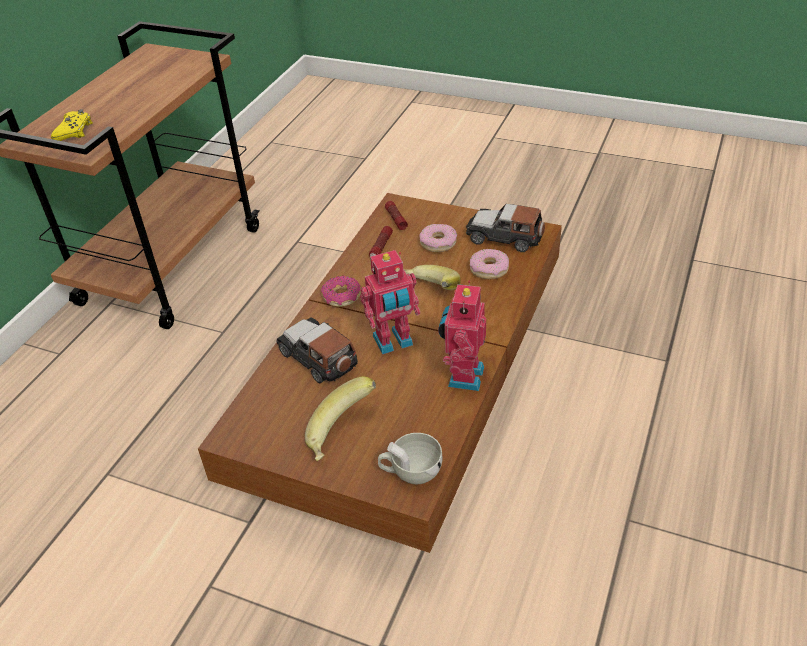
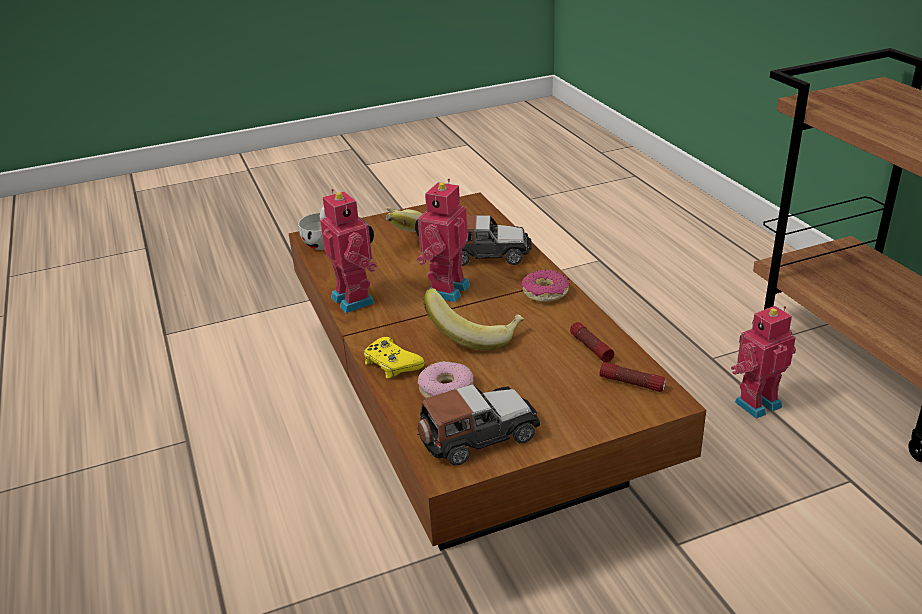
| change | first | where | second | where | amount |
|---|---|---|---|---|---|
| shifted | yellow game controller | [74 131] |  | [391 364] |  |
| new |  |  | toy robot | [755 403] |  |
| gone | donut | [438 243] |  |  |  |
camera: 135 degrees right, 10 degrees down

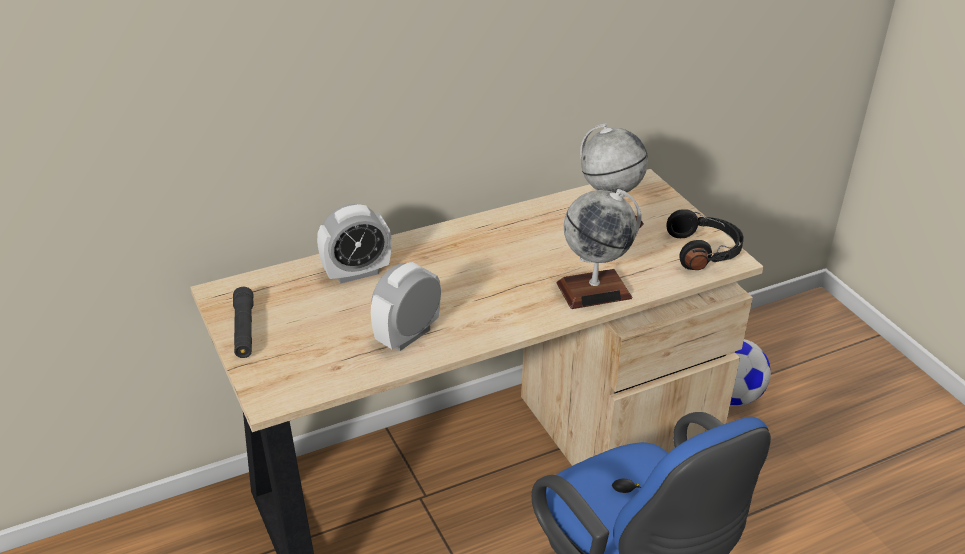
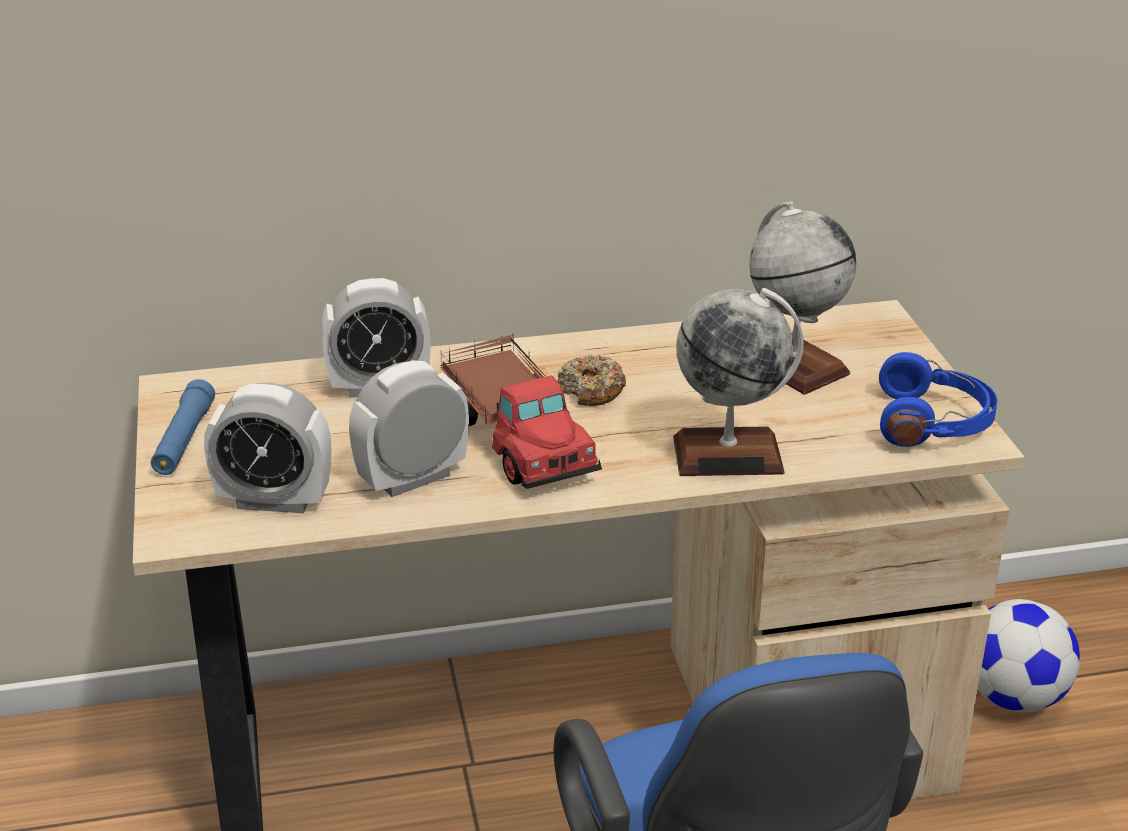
| change | first | where | second | where | amount |
|---|---|---|---|---|---|
| repainted | black flashlight | [244 330] | blue flashlight | [184 440] |  |
| new |  |  | alarm clock | [274 501] |  |
| new |  |  | toy truck | [518 437] |  |
| new |  |  | donut | [591 391] |  |
| repainted | black headphones | [704 251] | blue headphones | [933 423] |  |
camera: 15 degrees right, 5 degrees down

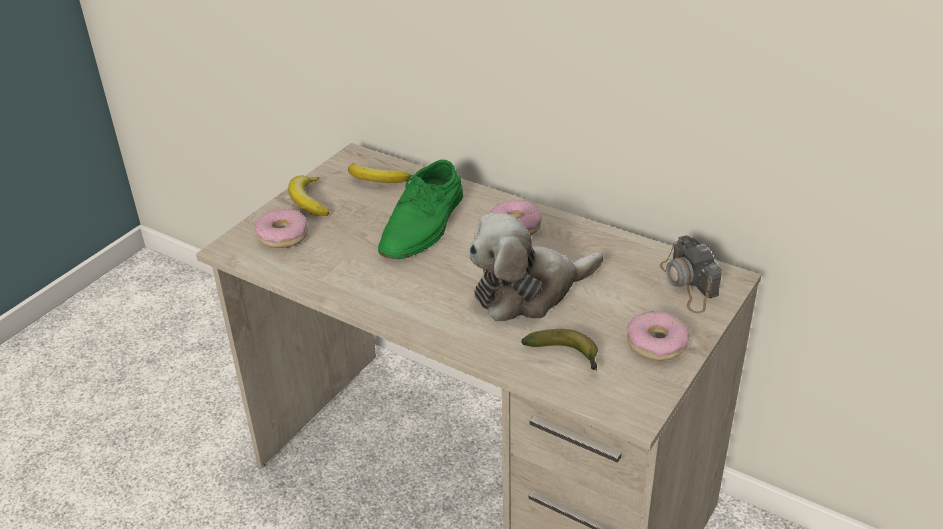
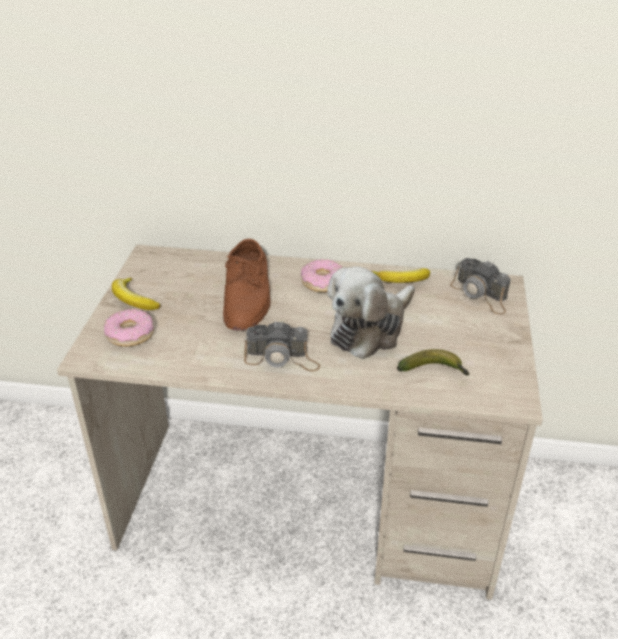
| change | first | where | second | where | amount |
|---|---|---|---|---|---|
| repainted | green shoe | [424 224] | brown shoe | [248 296] |  |
| new |  |  | photo camera | [282 358] |  |
| shifted | banana | [376 180] |  | [402 281] |  |
| gone | donut | [656 343] |  |  |  |
camera: 25 degrees left, 0 degrees up

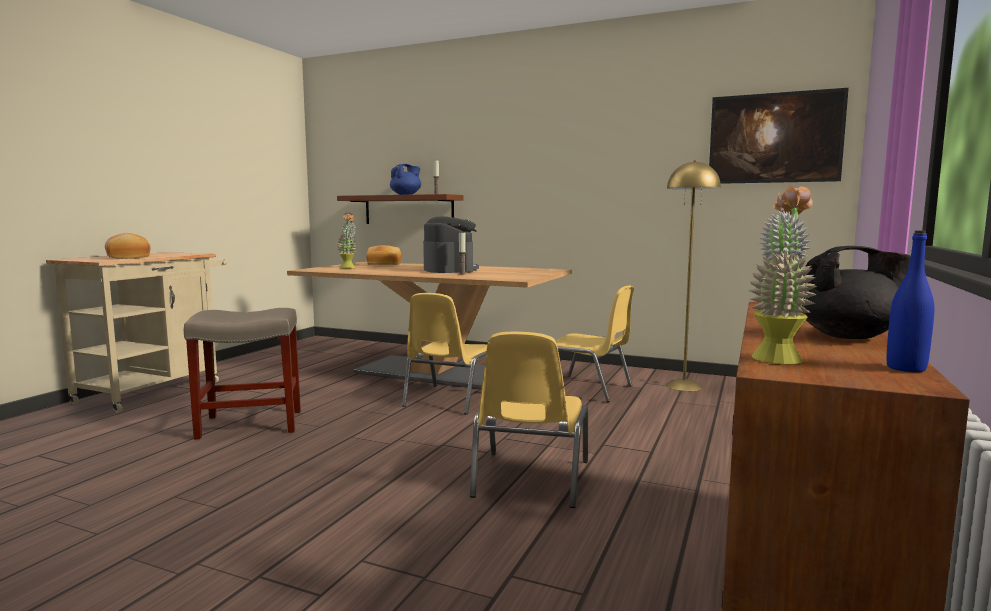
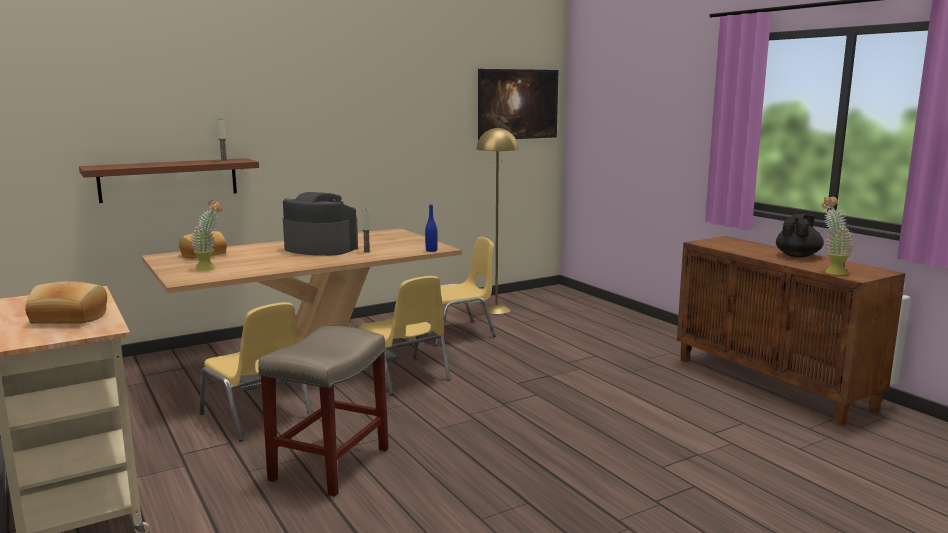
| change | first | where | second | where | amount |
|---|---|---|---|---|---|
| shifted | yellow chair | [529 479] |  | [257 416] |  |
| shifted | blue bottle | [906 368] |  | [431 250] |  |
| gone | blue teapot | [406 194] |  |  |  |
camera: 55 degrees left, 5 degrees up

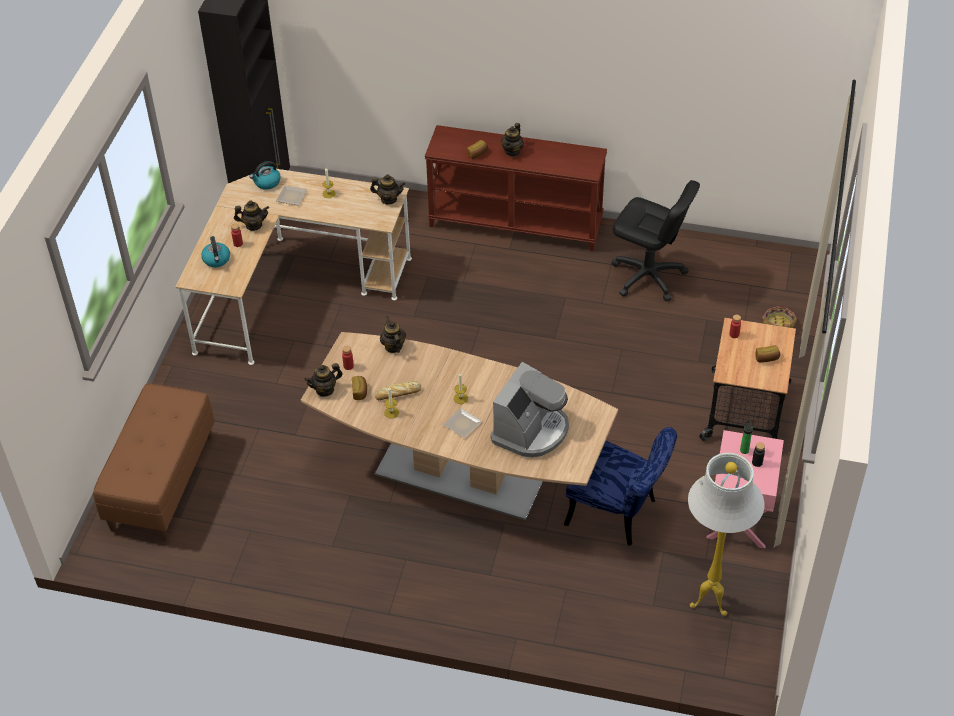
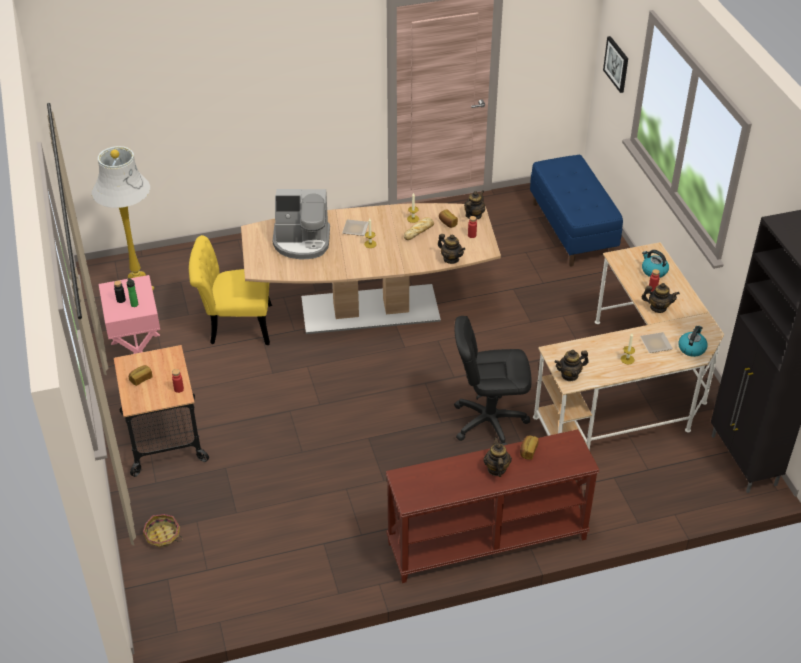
| change | first | where | second | where | amount |
|---|---|---|---|---|---|
| repainted | blue chair | [618 514] | yellow chair | [234 325] |  |
| rotated | coffee machine | [531 430] |  | [302 242] | 90 degrees counterclockwise |
| shifted | black office chair | [648 276] |  | [489 422] |  |
| repainted | brown bench | [161 481] | blue bench | [572 230] |  |
| new |  |  | picture | [617 64] |  |
| rotated | teapot | [253 225] |  | [658 308] | 135 degrees counterclockwise |
camera: 150 degrees right, 5 degrees down

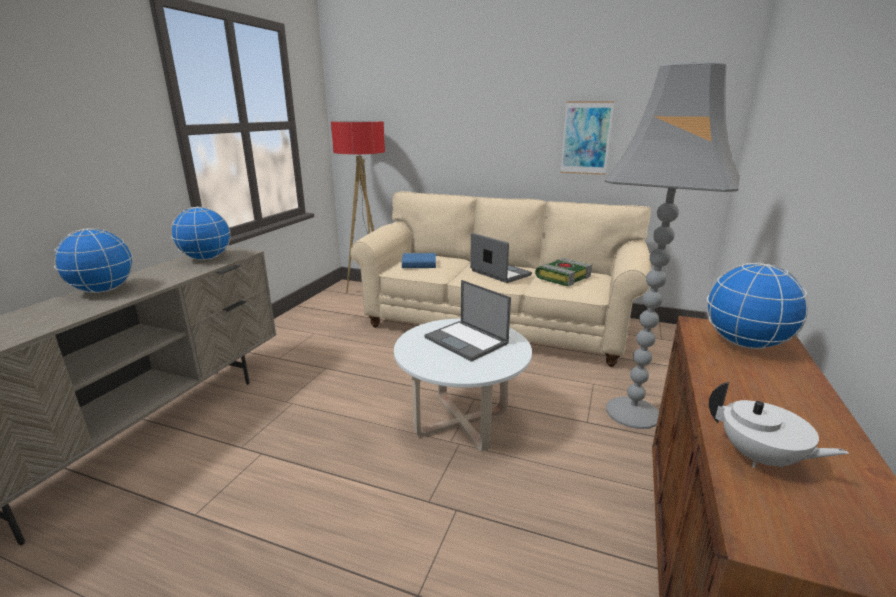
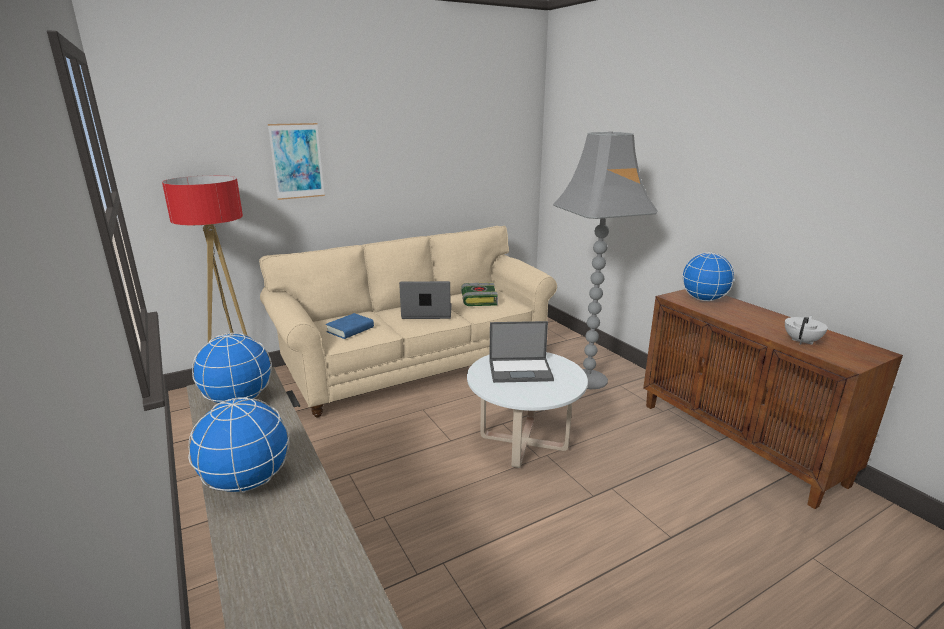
| change | first | where | second | where | amount |
|---|---|---|---|---|---|
| shifted | picture | [586 138] |  | [297 161] |  |
| rotated | white teapot | [760 458] |  | [802 341] | 45 degrees counterclockwise |
camera: 50 degrees left, 0 degrees up

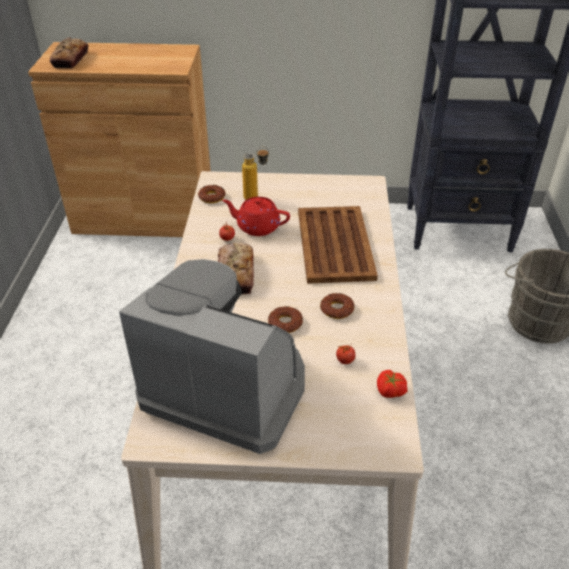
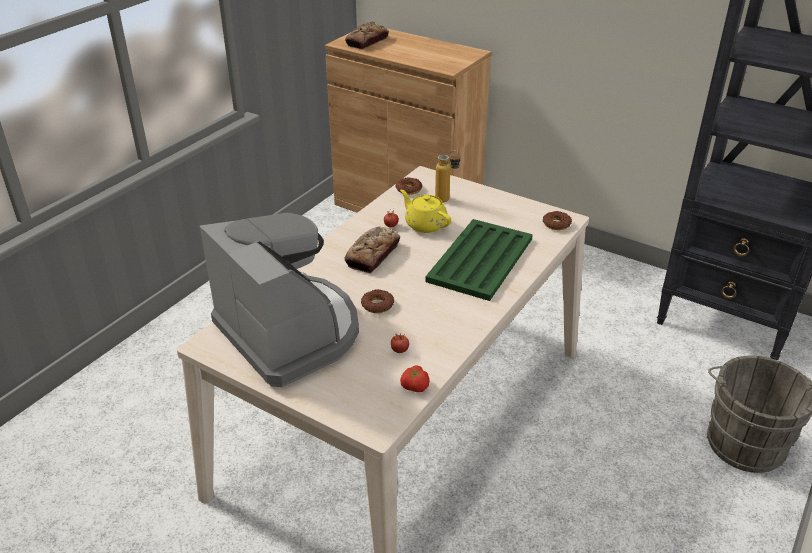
| change | first | where | second | where | amount |
|---|---|---|---|---|---|
| repainted | red teapot | [257 227] | yellow teapot | [425 224] |  |
| repainted | brown tray | [334 245] | green tray | [479 260] |  |
| shifted | donut | [336 309] |  | [556 224] |  |
camera: 30 degrees right, 5 degrees down

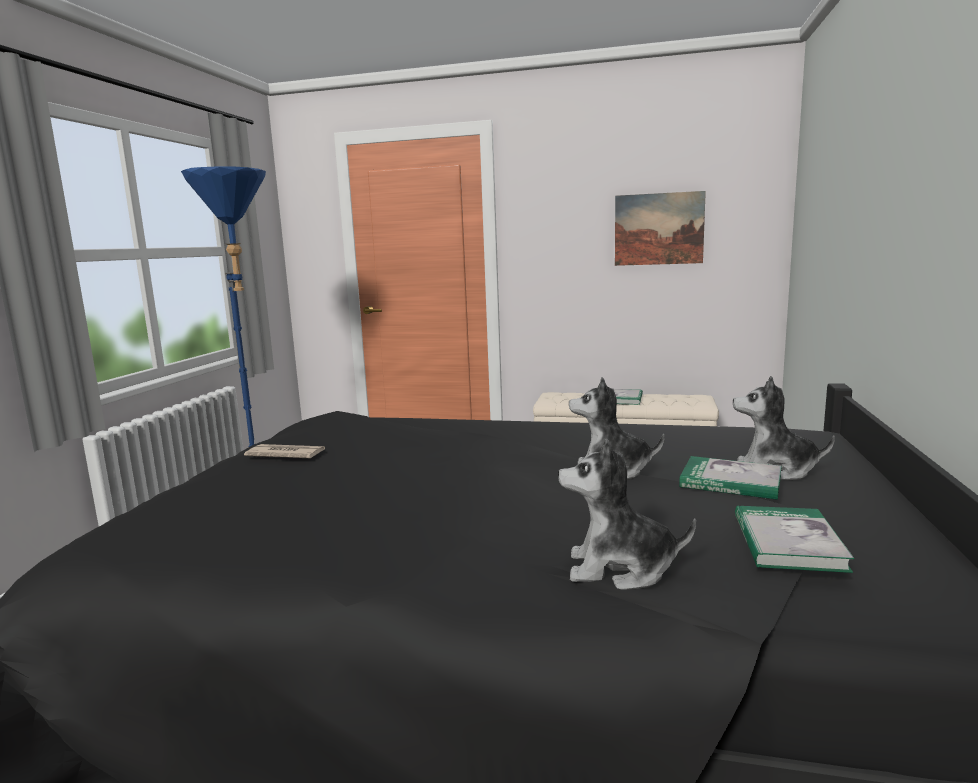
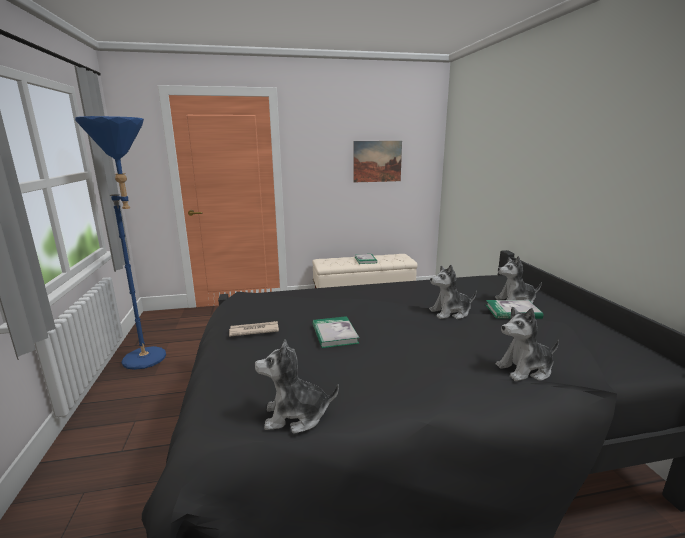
| change | first | where | second | where | amount |
|---|---|---|---|---|---|
| new |  |  | plush toy | [295 416] |  |
| shifted | book | [788 542] |  | [334 334] |  |
camera: 25 degrees left, 5 degrees up

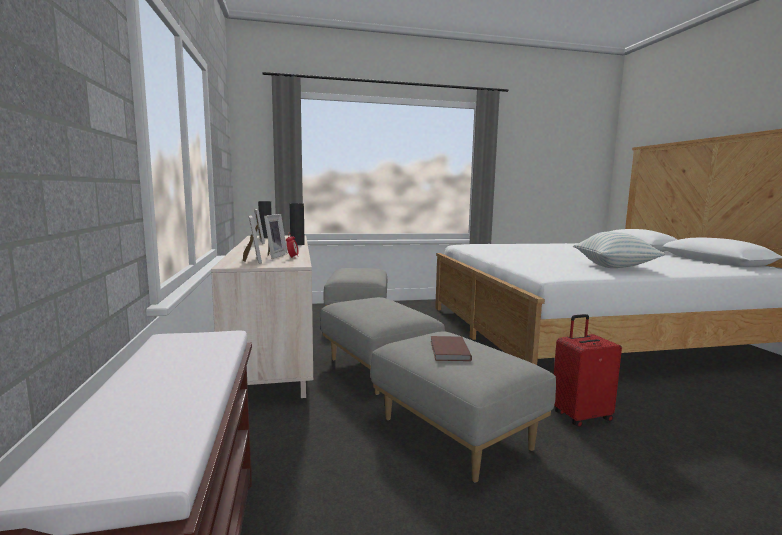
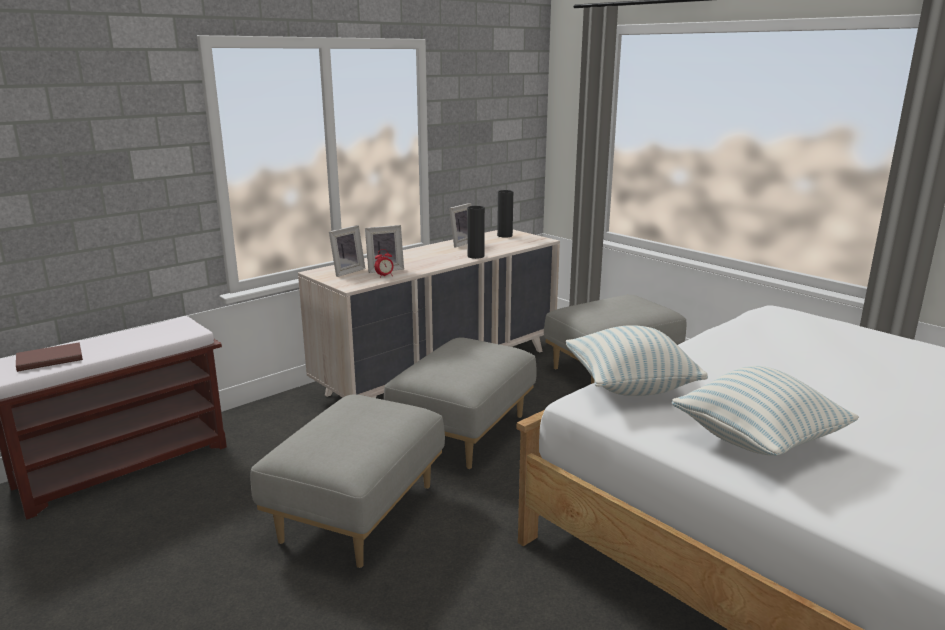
| change | first | where | second | where | amount |
|---|---|---|---|---|---|
| shifted | brown book | [448 351] |  | [49 359] |  |
| new |  |  | pillow | [630 386] |  |
| gone | red suitcase | [580 416] |  |  |  |
camera: 60 degrees right, 10 degrees up

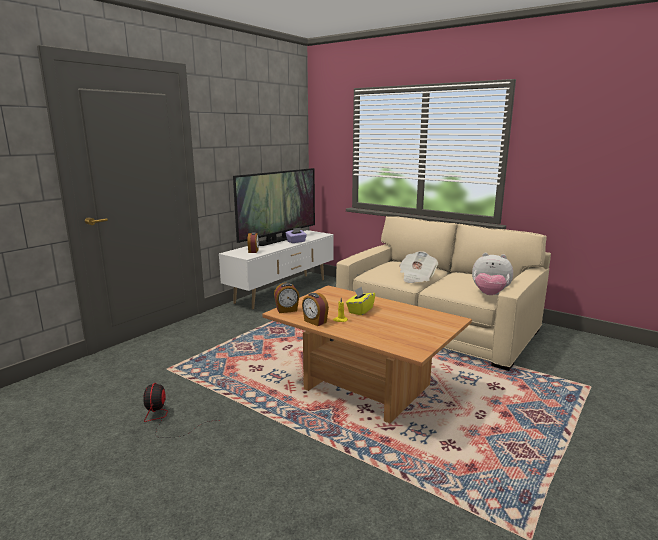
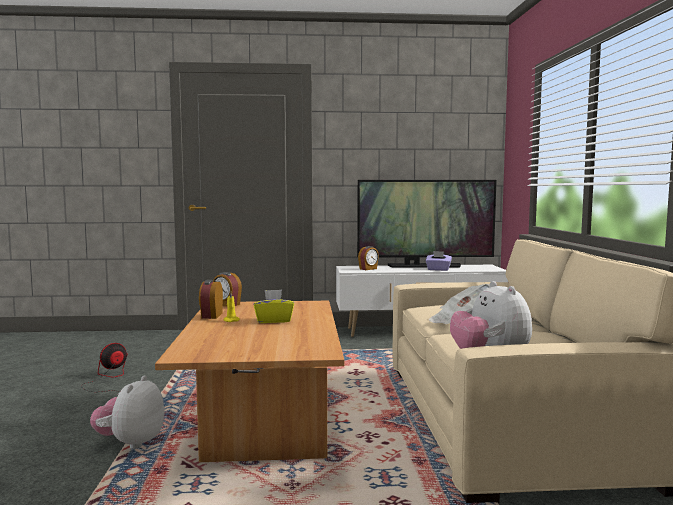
| change | first | where | second | where | amount |
|---|---|---|---|---|---|
| new |  |  | plush toy | [131 443] |  |
camera: 50 degrees right, 10 degrees down

